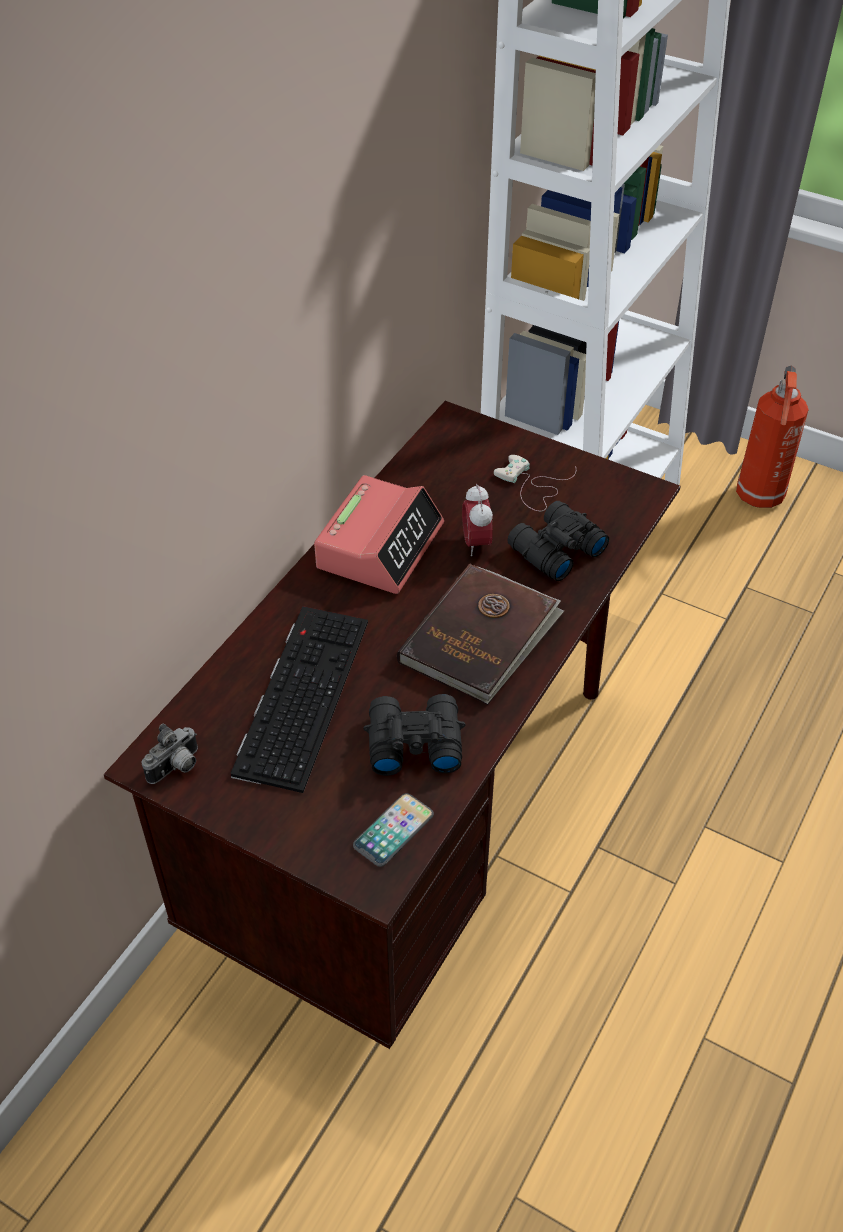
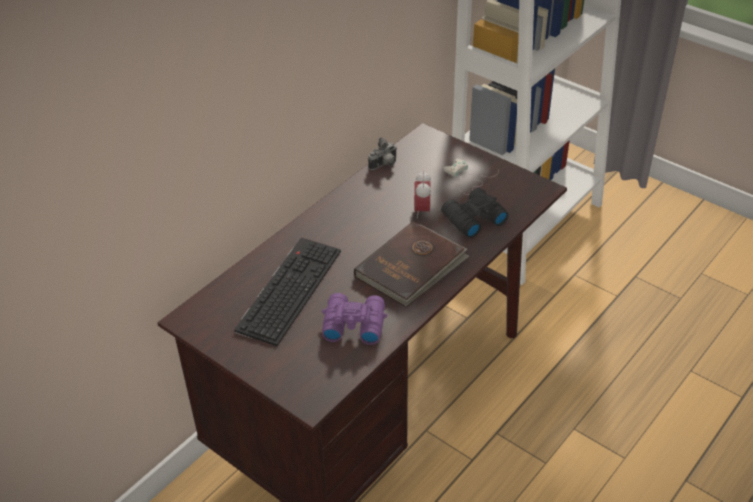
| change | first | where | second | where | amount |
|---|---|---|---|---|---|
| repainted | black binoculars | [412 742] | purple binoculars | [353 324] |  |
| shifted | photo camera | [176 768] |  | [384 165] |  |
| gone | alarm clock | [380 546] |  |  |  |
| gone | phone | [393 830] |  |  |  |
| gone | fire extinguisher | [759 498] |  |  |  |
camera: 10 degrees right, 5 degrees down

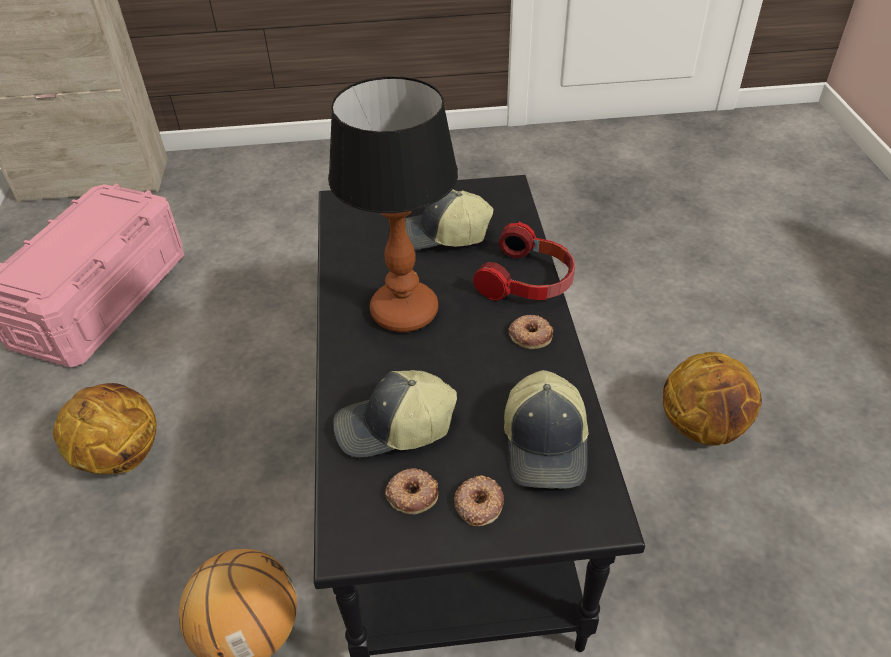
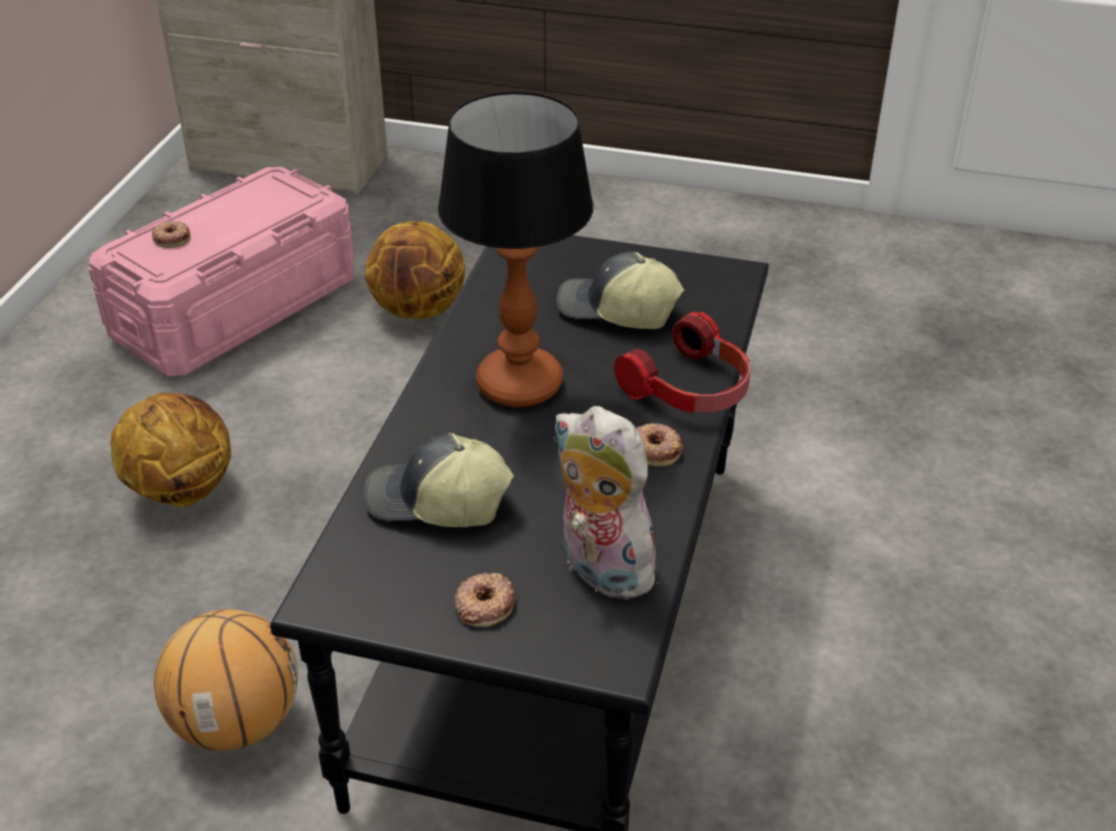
| change | first | where | second | where | amount |
|---|---|---|---|---|---|
| shifted | donut | [412 494] |  | [172 238] |  |
| shifted | basketball | [703 427] |  | [418 310] |  |
| swapped | cap | [547 444] | plush toy | [599 569] |  |
camera: 20 degrees right, 5 degrees down

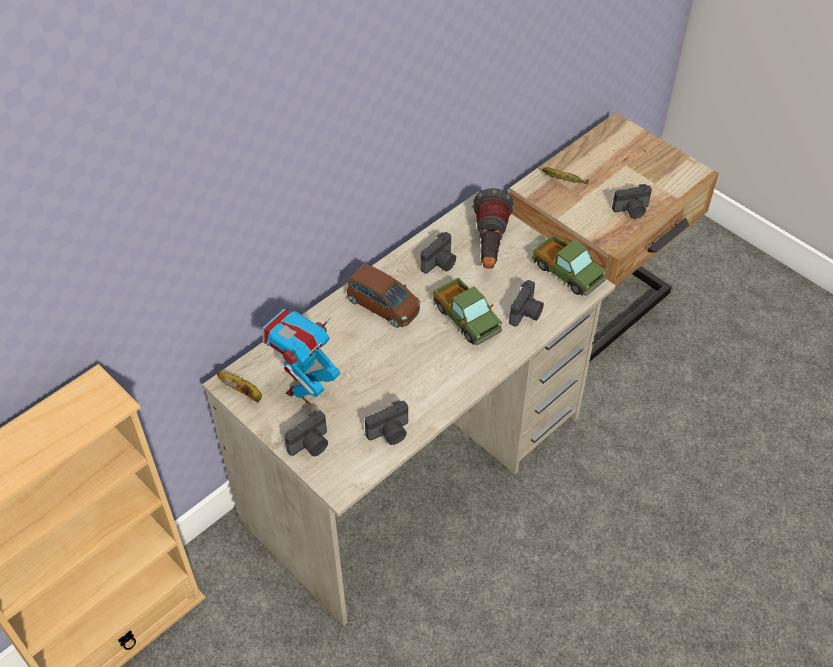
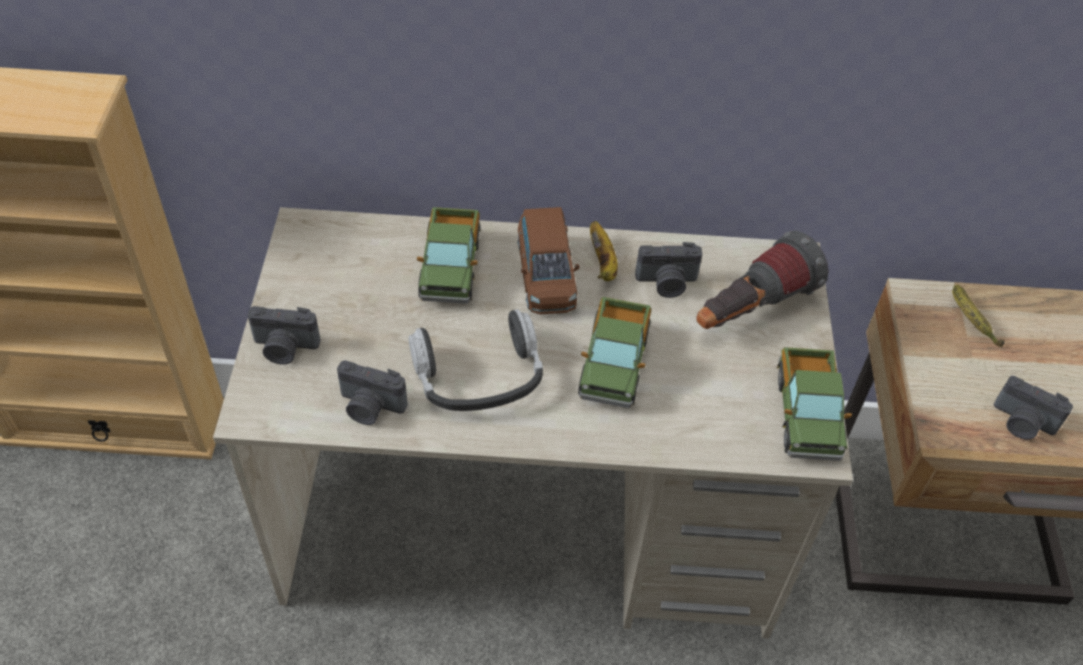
| change | first | where | second | where | amount |
|---|---|---|---|---|---|
| new |  |  | headphones | [479 375] |  |
| new |  |  | toy truck | [450 267] |  |
| shifted | banana | [244 393] |  | [603 263] |  |
| gone | toy robot | [305 390] |  |  |  |
| gone | photo camera | [526 313] |  |  |  |
camera: 45 degrees right, 0 degrees up

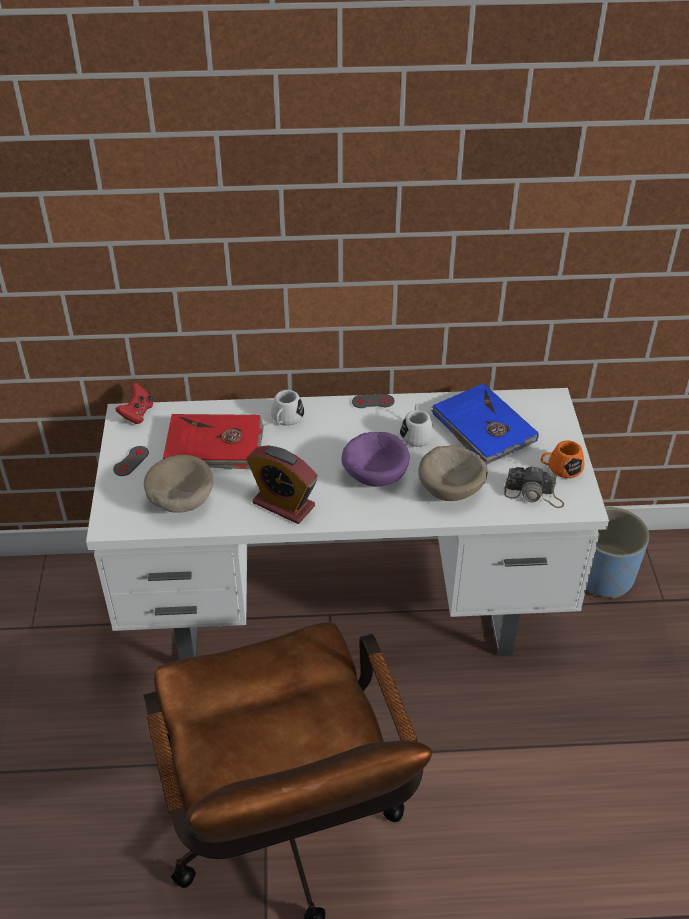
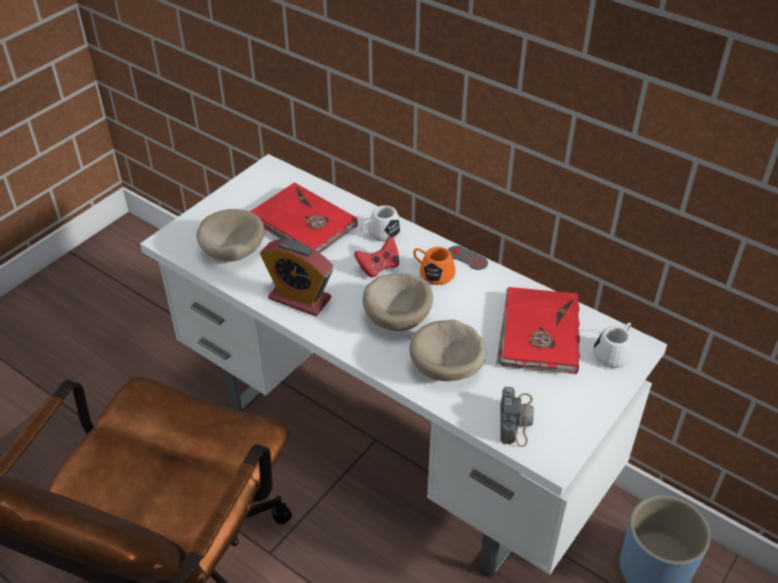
| change | first | where | second | where | amount |
|---|---|---|---|---|---|
| rotated | alarm clock | [283 504] |  | [299 298] | 45 degrees counterclockwise |
| shifted | red game controller | [137 414] |  | [379 267] |  |
| repainted | purple bowl | [375 474] | beige bowl | [398 317] |  |
| shifted | orange mug | [560 468] |  | [433 272] |  |
| repainted | blue book | [483 428] | red book | [538 334] |  |
| rotated | photo camera | [534 494] |  | [516 419] | 135 degrees counterclockwise |
| shifted | white mug | [416 433] |  | [614 352] |  |
| gone | grey game controller | [131 461] |  |  |  |
camera: 40 degrees right, 0 degrees up

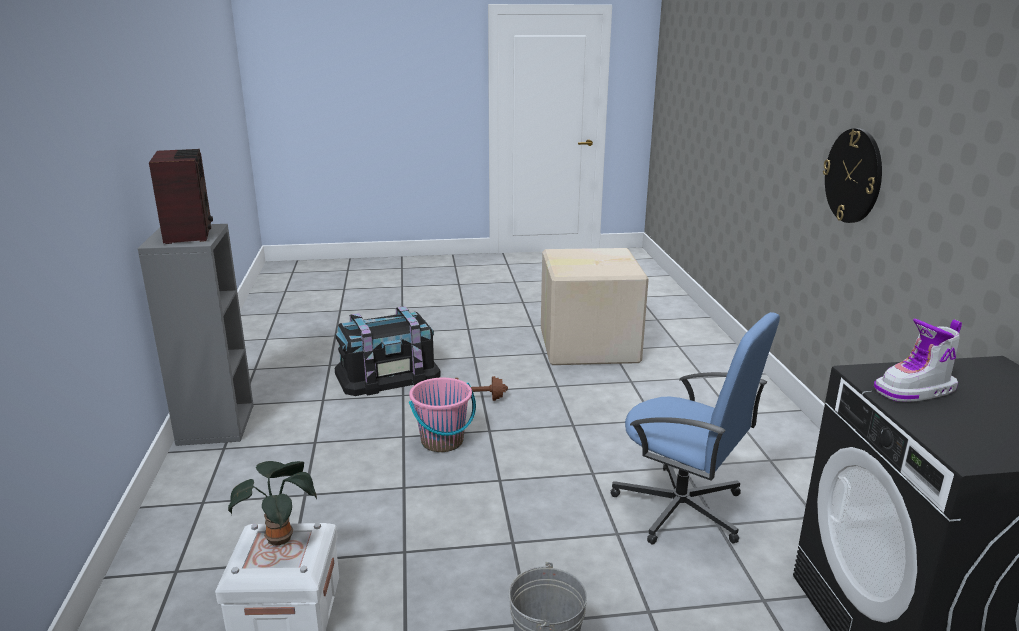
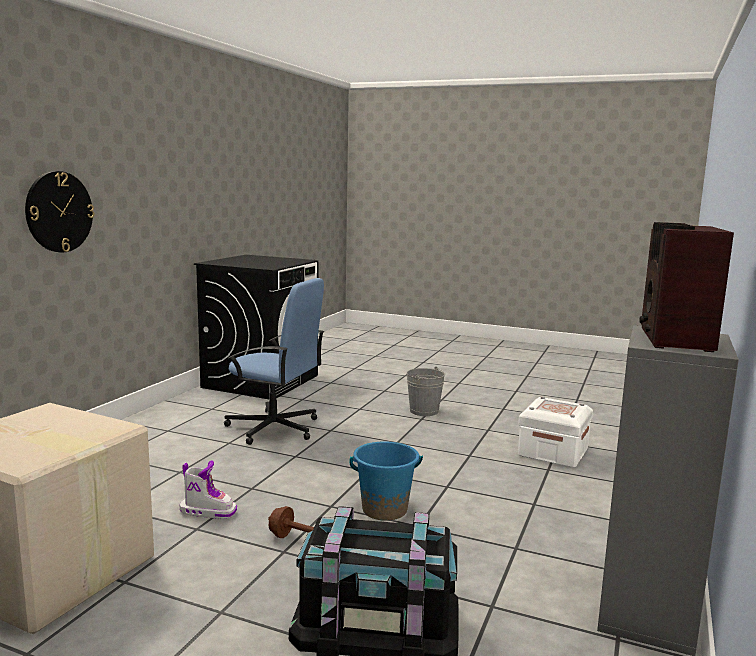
| change | first | where | second | where | amount |
|---|---|---|---|---|---|
| shifted | boot | [915 391] |  | [208 511] |  |
| rotated | blue office chair | [681 509] |  | [274 428] | 135 degrees clockwise |
| repainted | pink bucket | [442 441] | blue bucket | [384 510] |  |
| gone | potted plant | [281 537] |  |  |  |
camera: 150 degrees left, 10 degrees down

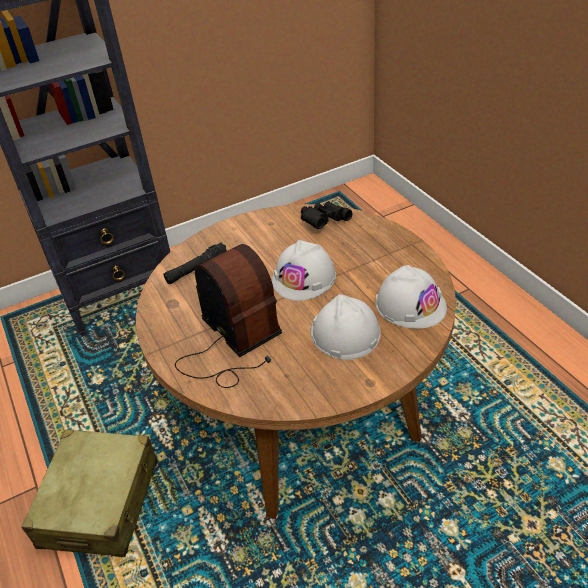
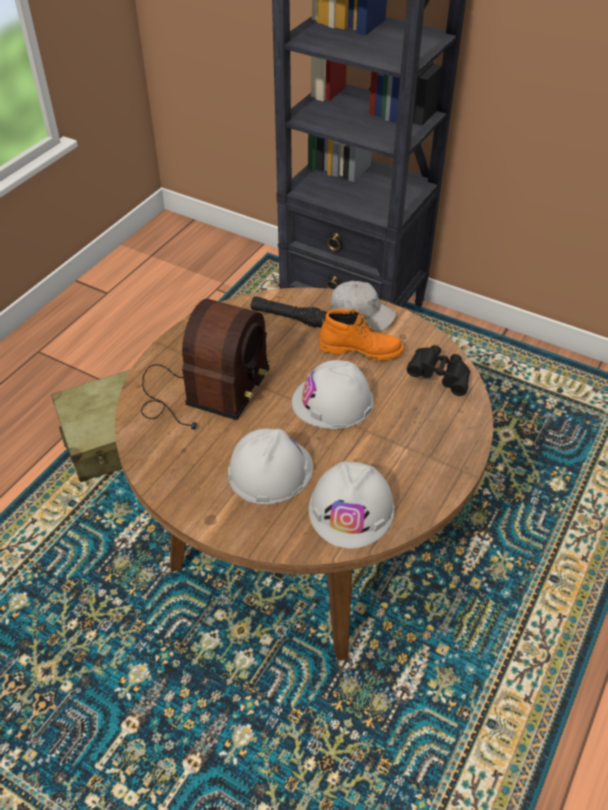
| change | first | where | second | where | amount |
|---|---|---|---|---|---|
| new |  |  | orange boot | [361 349] |  |
| new |  |  | white cap | [362 313] |  |
camera: 55 degrees right, 5 degrees up

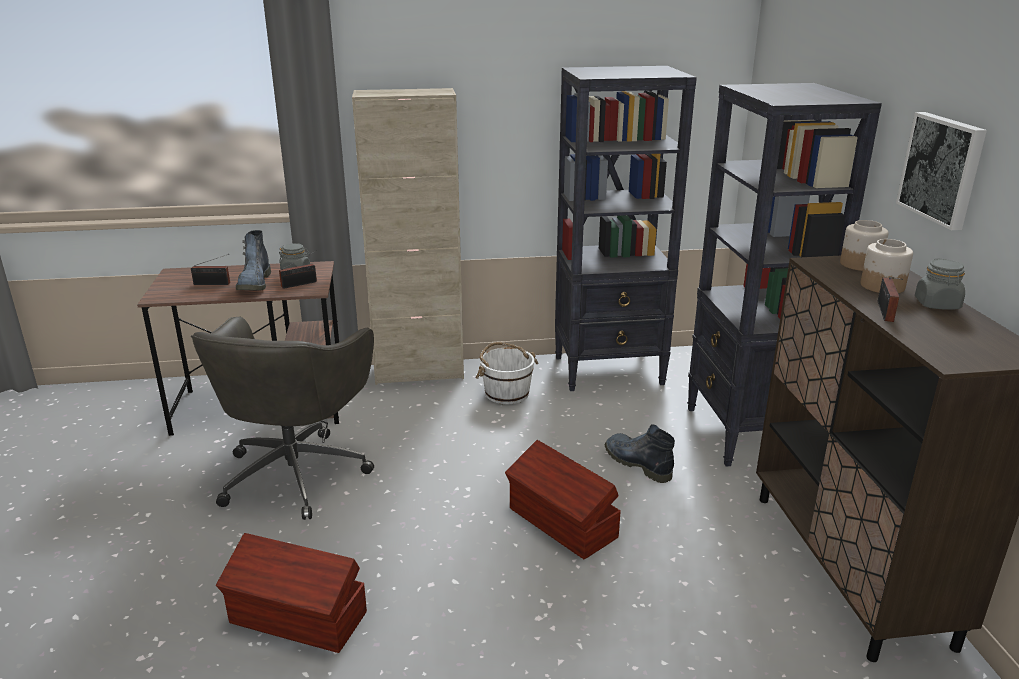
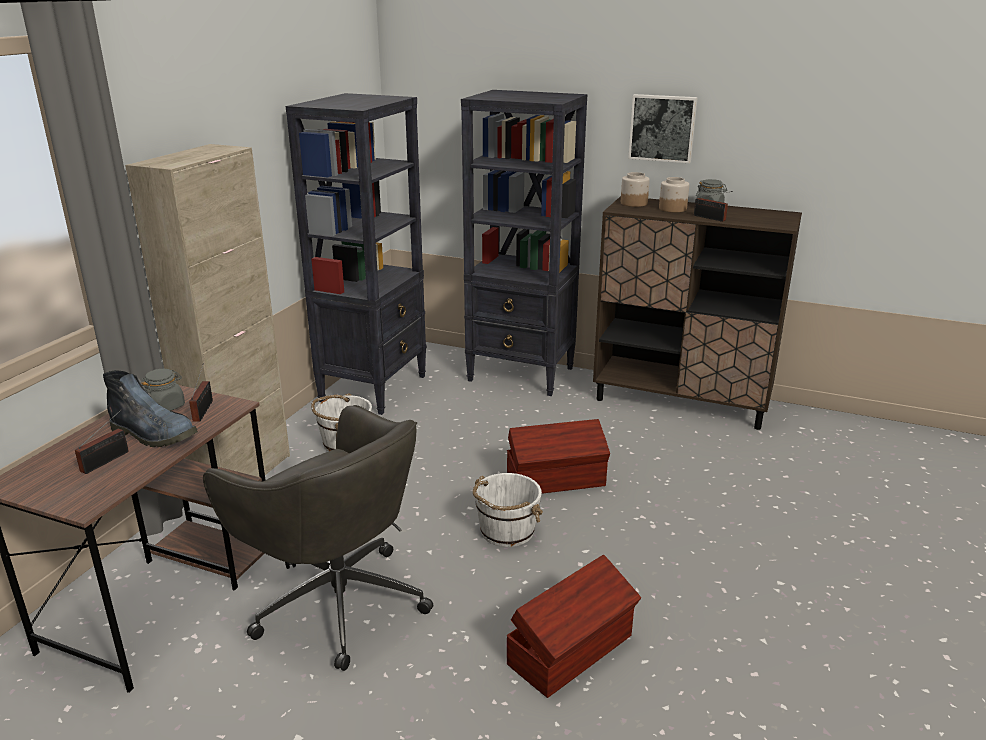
| change | first | where | second | where | amount |
|---|---|---|---|---|---|
| new |  |  | white bucket | [506 531] |  |
| gone | boot | [636 463] |  |  |  |
camera: 60 degrees left, 0 degrees up

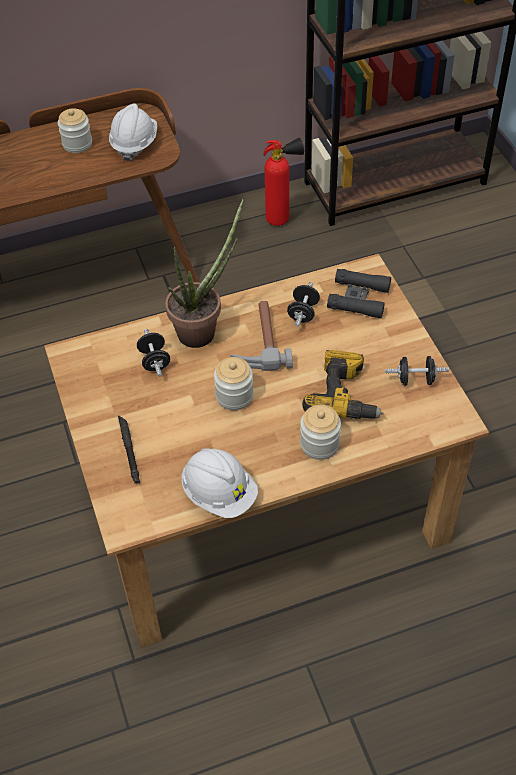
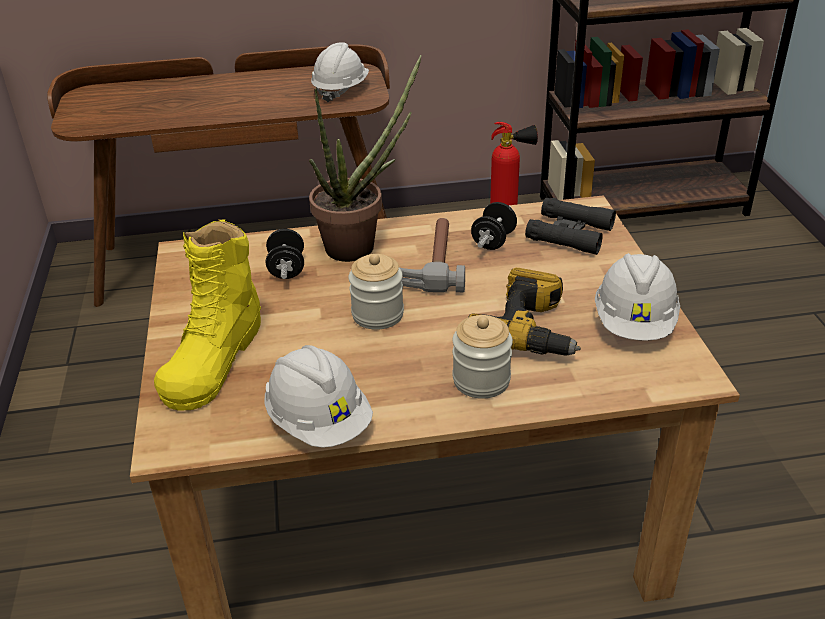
| change | first | where | second | where | amount |
|---|---|---|---|---|---|
| swapped | black flashlight | [129 451] | yellow boot | [214 358] |  |
| swapped | black dumbbell | [415 380] | white hard hat | [634 323] |  |
| gone | jar | [77 144] |  |  |  |
camera: 10 degrees right, 15 degrees down

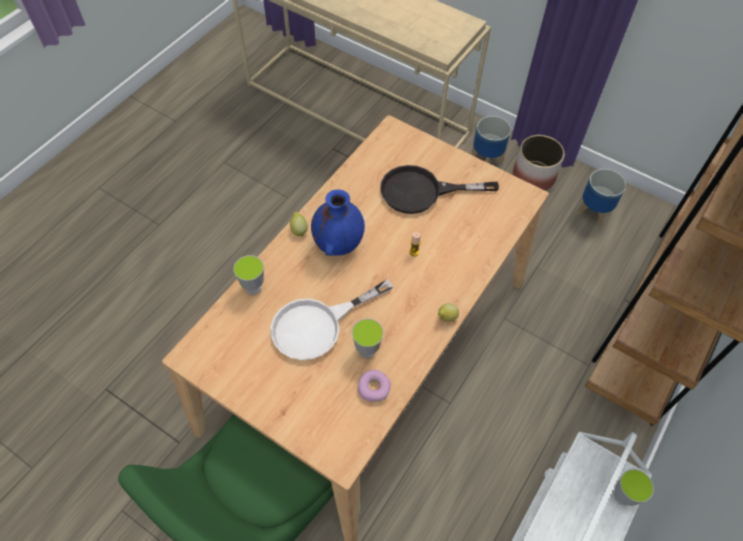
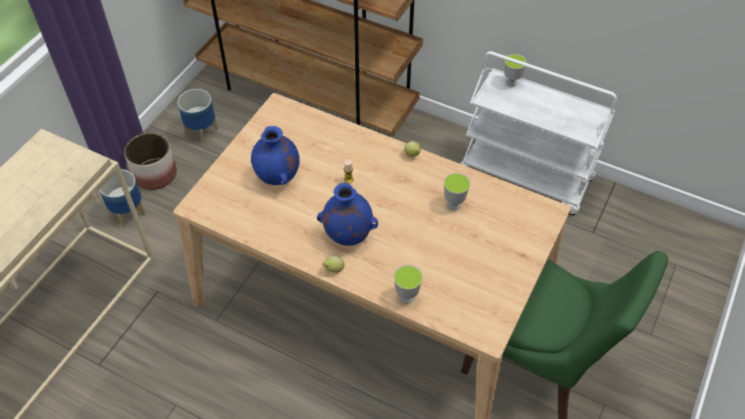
| change | first | where | second | where | amount |
|---|---|---|---|---|---|
| swapped | black frying pan | [422 192] | blue vase | [278 178] |  |
| gone | white frying pan | [318 325] |  |  |  |
| gone | donut | [374 388] |  |  |  |
camera: 95 degrees left, 5 degrees down

